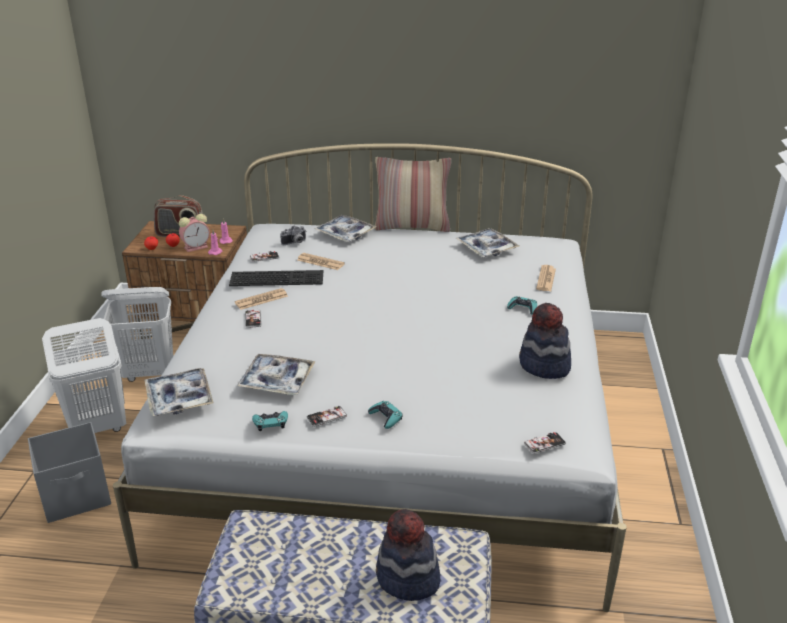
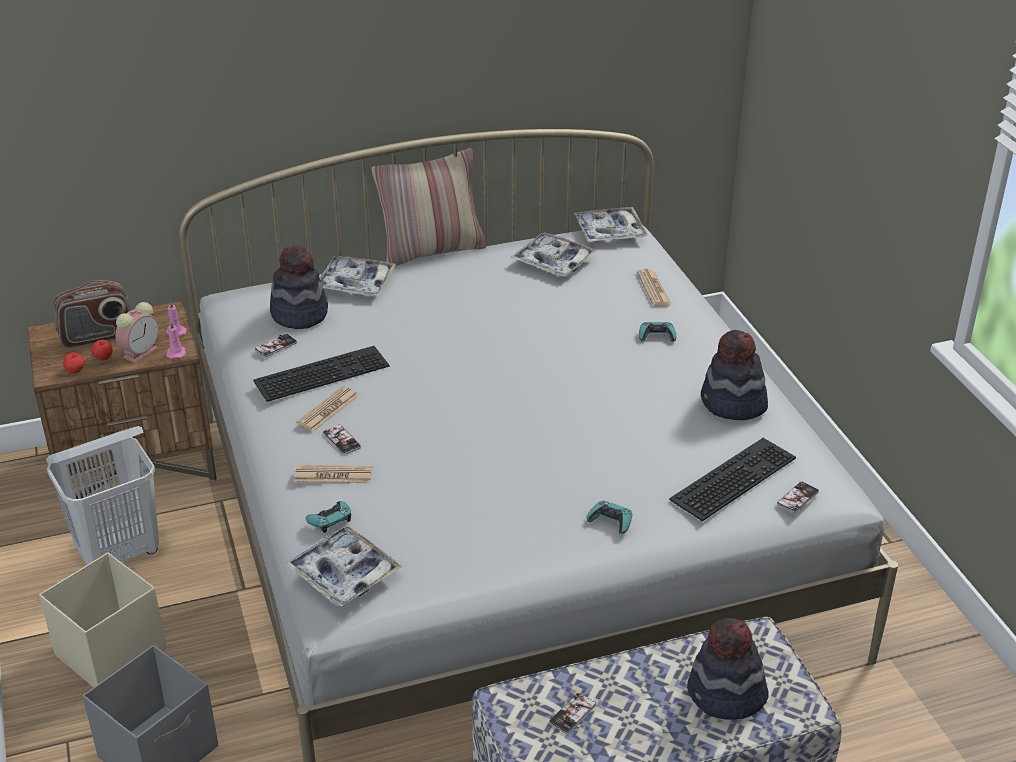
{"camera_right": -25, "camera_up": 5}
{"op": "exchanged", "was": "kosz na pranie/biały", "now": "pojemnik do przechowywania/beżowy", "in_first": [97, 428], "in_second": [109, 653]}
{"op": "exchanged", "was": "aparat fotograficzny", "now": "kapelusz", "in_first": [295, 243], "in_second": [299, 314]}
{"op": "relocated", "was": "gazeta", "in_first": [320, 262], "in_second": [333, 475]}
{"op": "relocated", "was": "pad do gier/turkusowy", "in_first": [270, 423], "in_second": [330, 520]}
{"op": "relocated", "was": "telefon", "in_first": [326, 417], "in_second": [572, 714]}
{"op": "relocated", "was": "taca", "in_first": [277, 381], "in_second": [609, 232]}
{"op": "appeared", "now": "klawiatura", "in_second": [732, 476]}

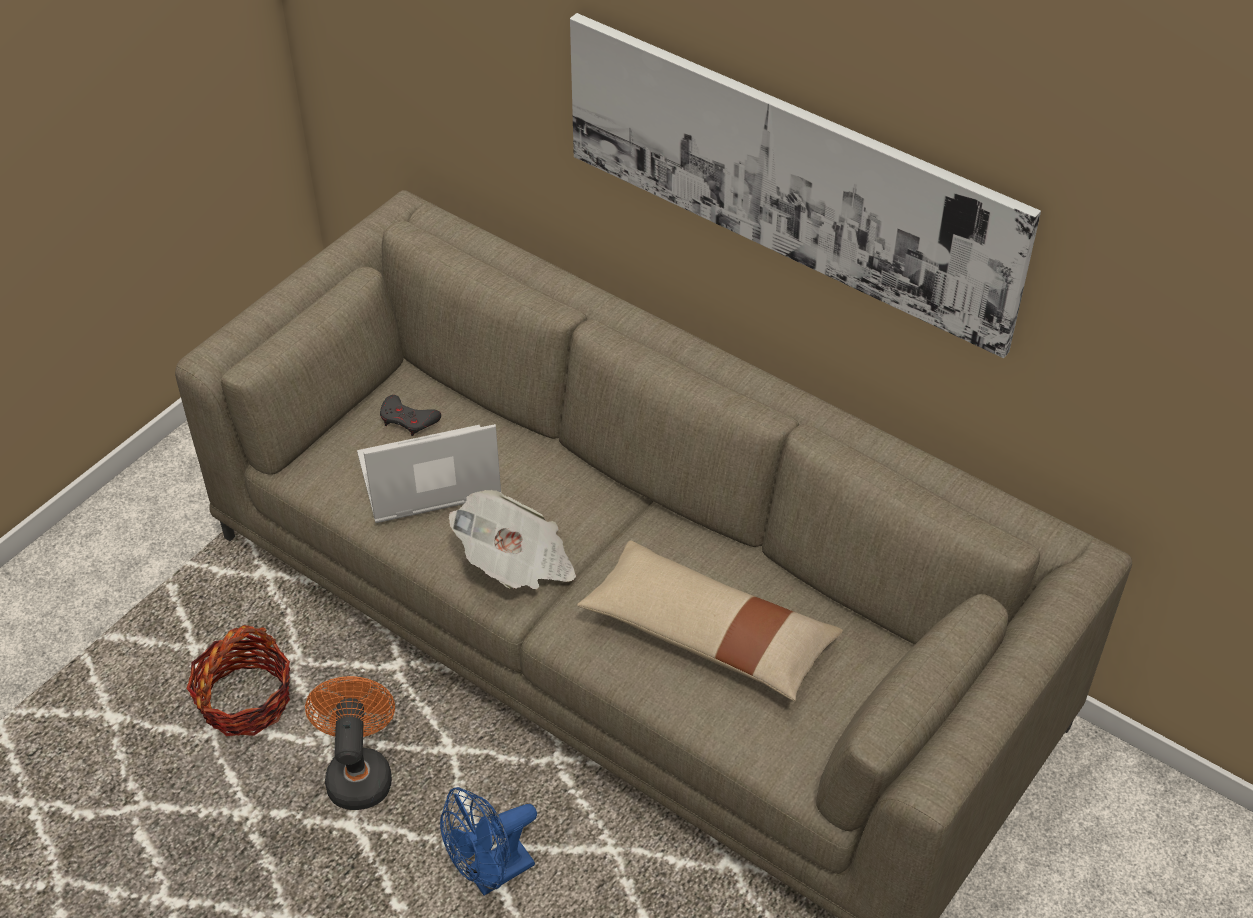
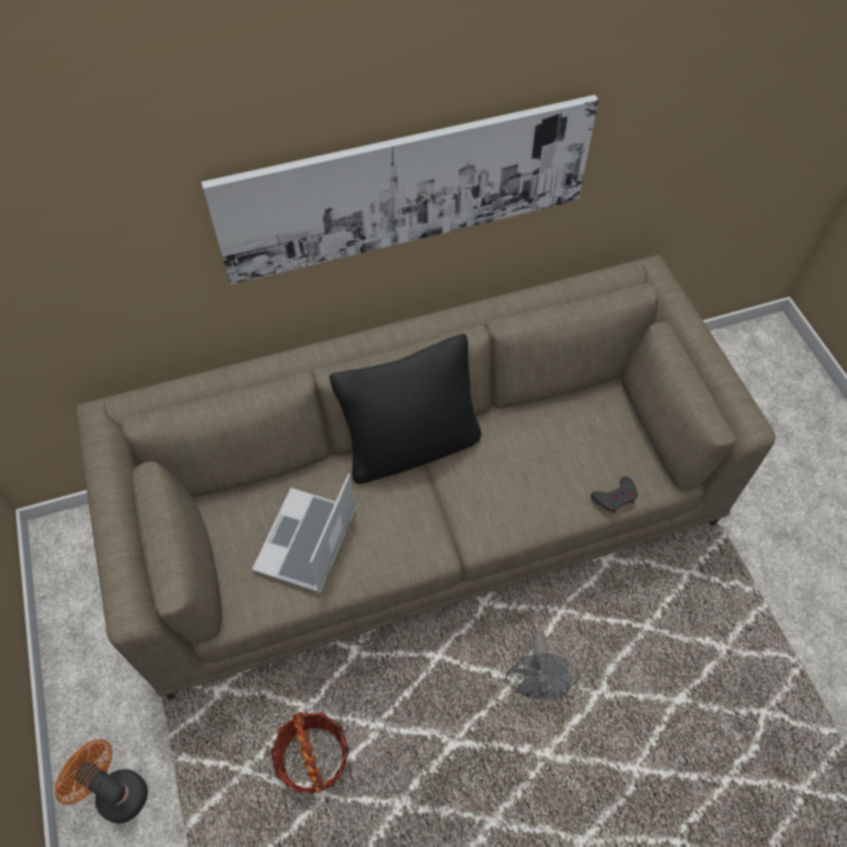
{"camera_right": -55, "camera_up": 10}
{"op": "relocated", "was": "wentylator/pomarańczowy", "in_first": [359, 772], "in_second": [115, 792]}
{"op": "appeared", "now": "poduszka/czarny", "in_second": [411, 446]}
{"op": "colour", "was": "wentylator/niebieski", "now": "wentylator/szary", "in_first": [491, 875], "in_second": [536, 684]}
{"op": "relocated", "was": "pad do gier/szary", "in_first": [408, 419], "in_second": [615, 497]}
{"op": "missing", "was": "gazeta", "in_first": [516, 563]}
{"op": "missing", "was": "poduszka/beżowy", "in_first": [708, 635]}

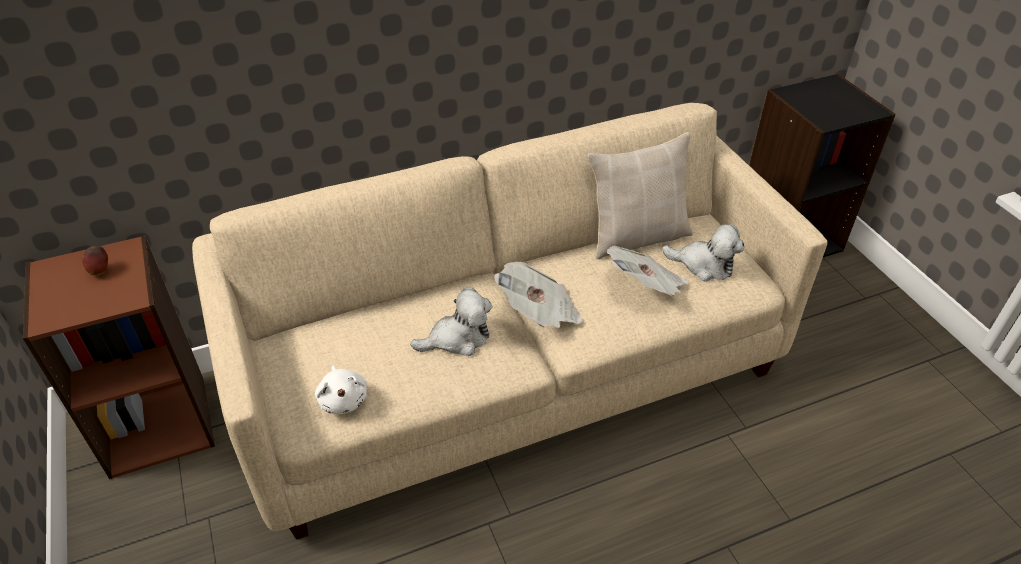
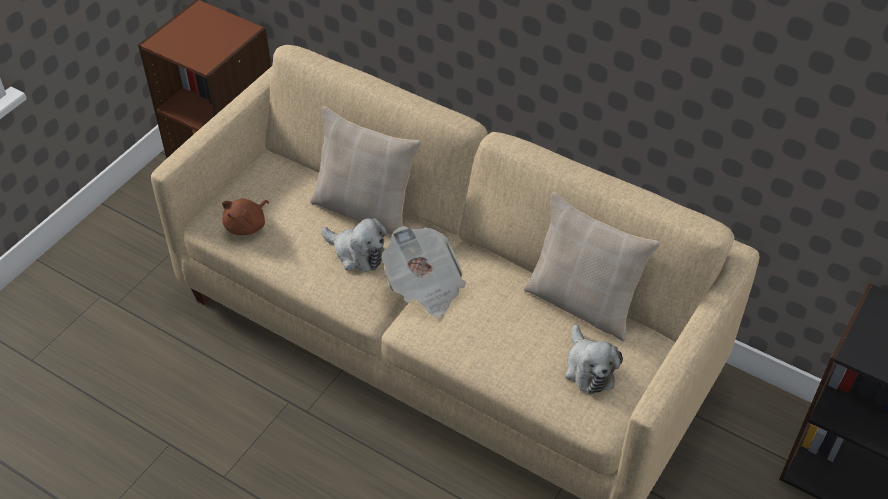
{"camera_right": 55, "camera_up": 5}
{"op": "colour", "was": "pluszak/biały", "now": "pluszak/brązowy", "in_first": [343, 399], "in_second": [247, 225]}
{"op": "appeared", "now": "poduszka/beżowy", "in_second": [365, 209]}
{"op": "missing", "was": "jabłko", "in_first": [101, 271]}
{"op": "missing", "was": "gazeta", "in_first": [646, 287]}

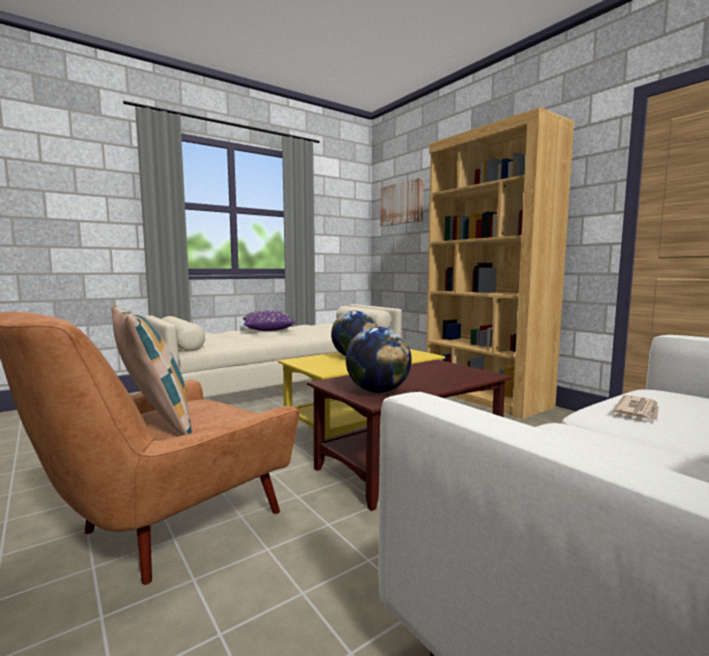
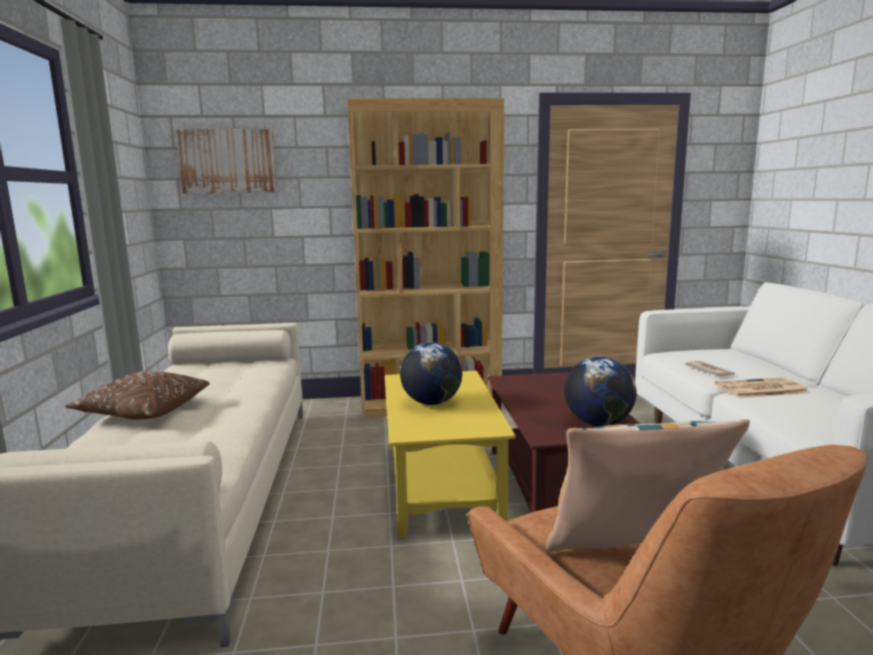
{"camera_right": -60, "camera_up": 5}
{"op": "colour", "was": "poduszka/fioletowy", "now": "poduszka/brązowy", "in_first": [267, 329], "in_second": [143, 412]}
{"op": "appeared", "now": "gazeta", "in_second": [760, 389]}

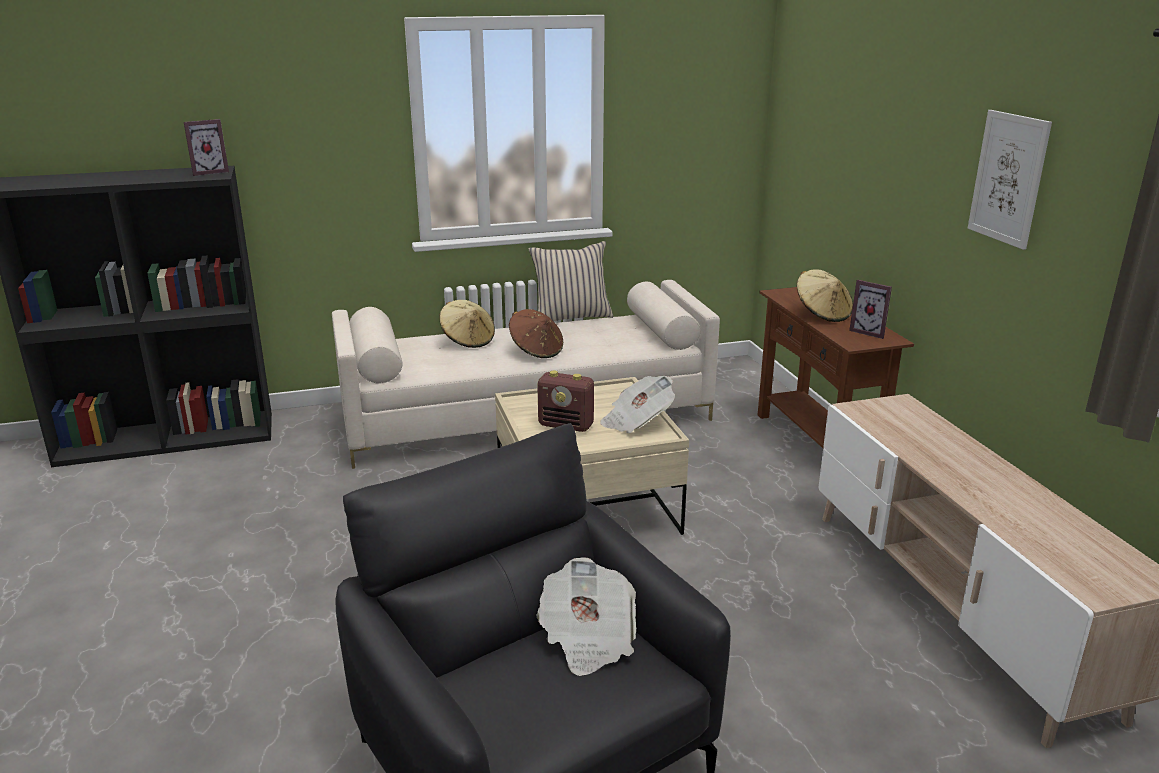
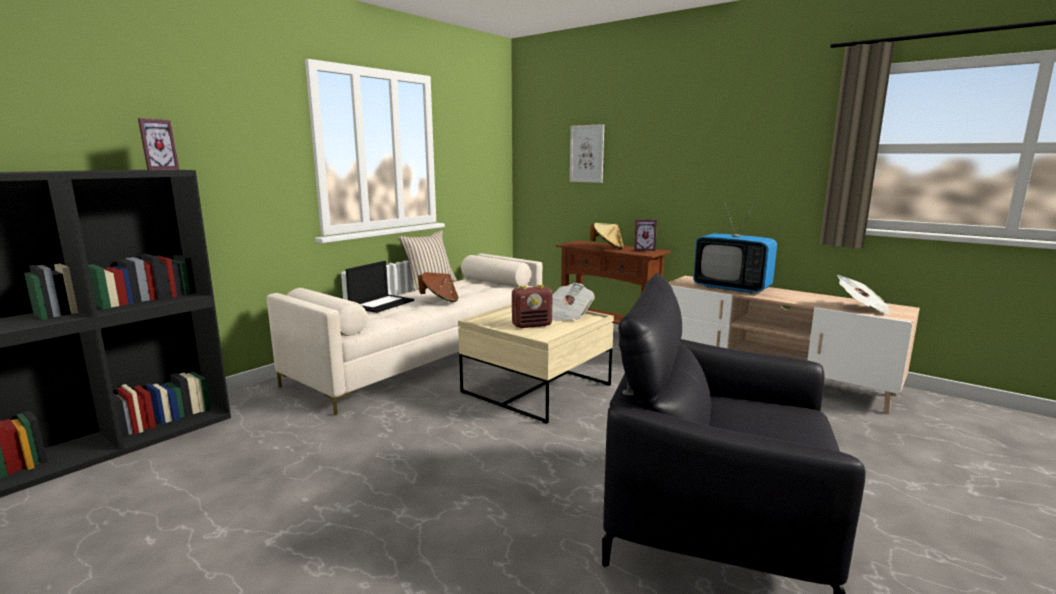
{"camera_right": -35, "camera_up": -10}
{"op": "exchanged", "was": "kapelusz/beżowy", "now": "laptop", "in_first": [468, 340], "in_second": [382, 303]}
{"op": "relocated", "was": "obraz", "in_first": [1008, 178], "in_second": [586, 154]}
{"op": "appeared", "now": "telewizor", "in_second": [732, 288]}
{"op": "relocated", "was": "gazeta", "in_first": [587, 639], "in_second": [862, 308]}

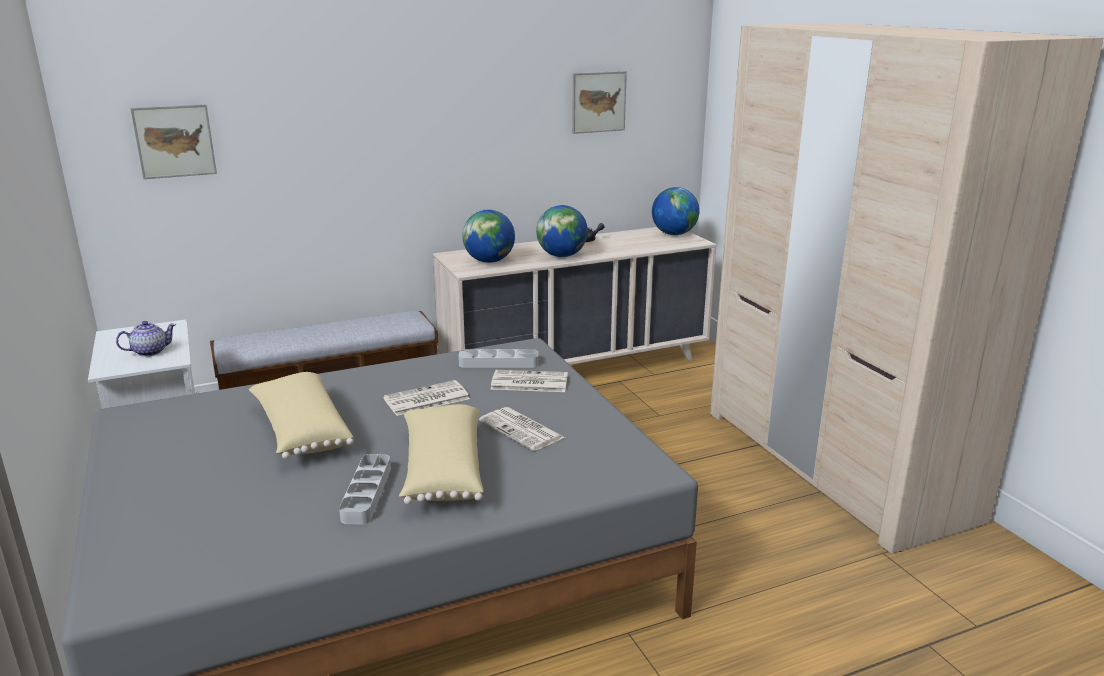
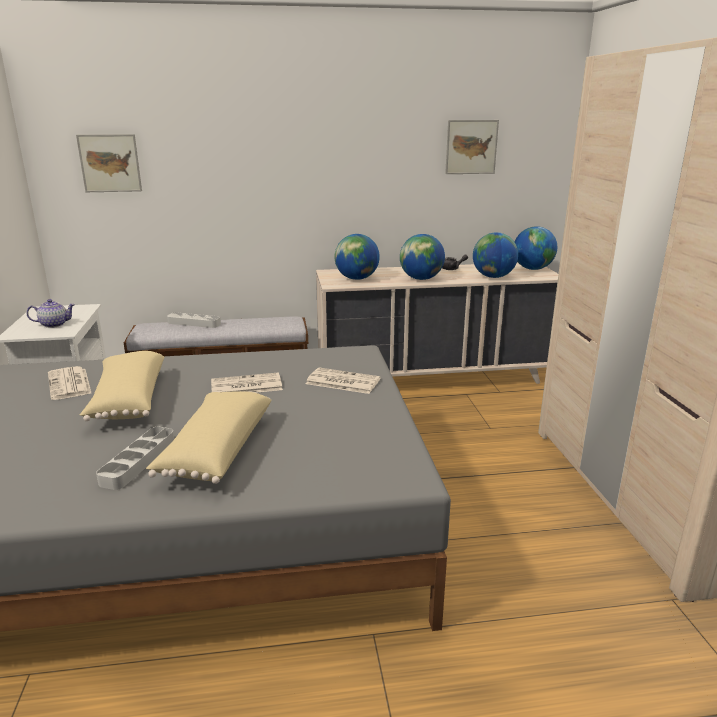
{"camera_right": 15, "camera_up": 0}
{"op": "relocated", "was": "gazeta", "in_first": [522, 430], "in_second": [70, 384]}
{"op": "relocated", "was": "taca/szary", "in_first": [498, 363], "in_second": [194, 323]}
{"op": "appeared", "now": "globus", "in_second": [493, 277]}

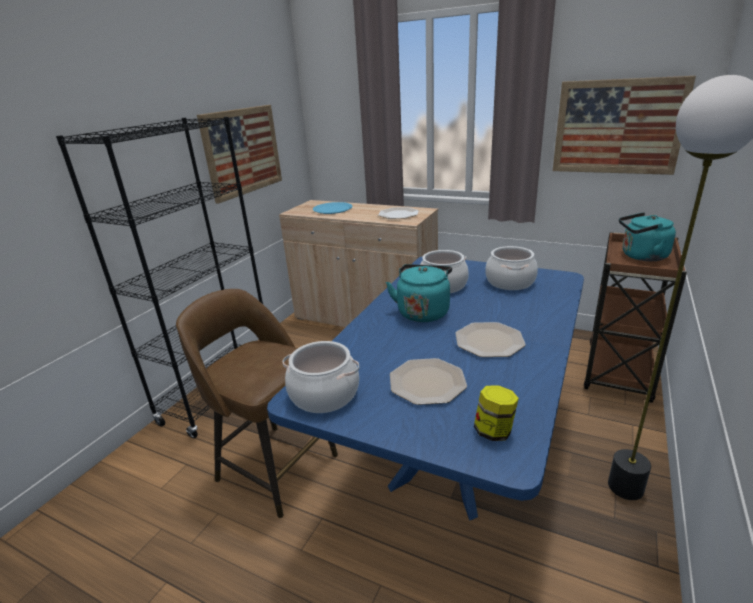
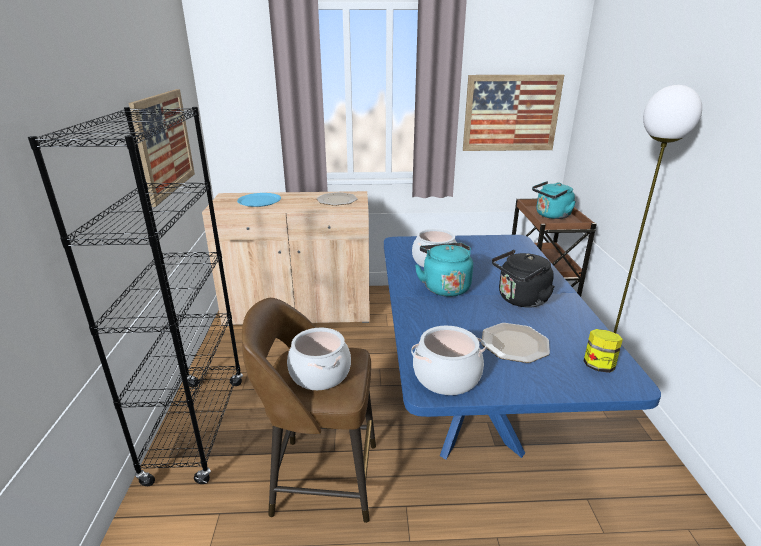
{"camera_right": -30, "camera_up": 0}
{"op": "relocated", "was": "garnek", "in_first": [510, 282], "in_second": [320, 374]}
{"op": "exchanged", "was": "talerz", "now": "czajnik/czarny", "in_first": [488, 340], "in_second": [520, 300]}

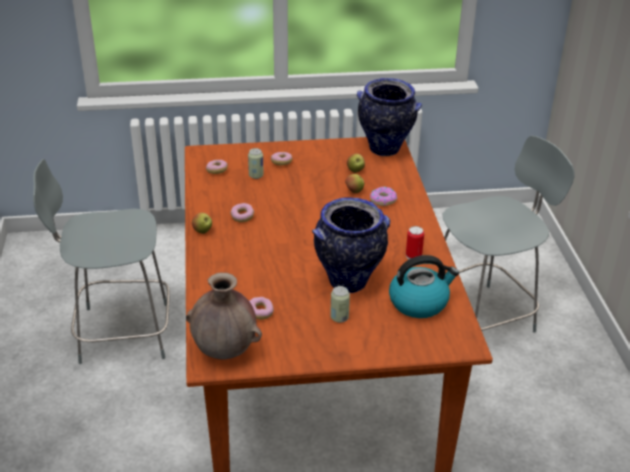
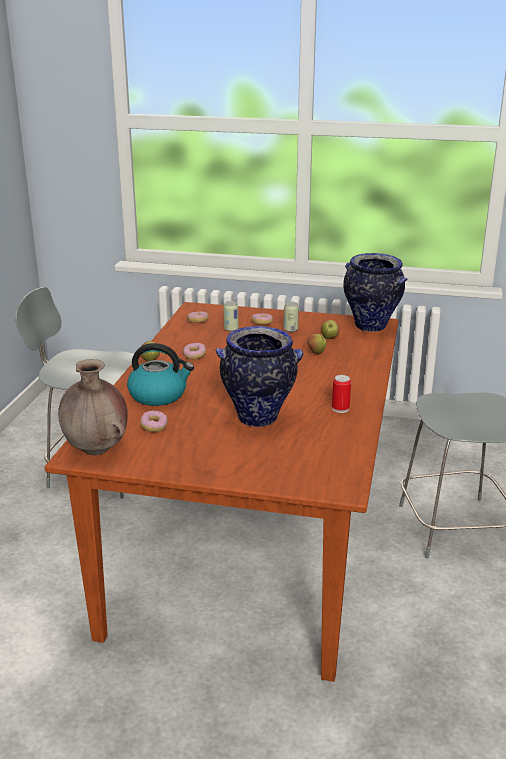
{"camera_right": 20, "camera_up": -10}
{"op": "relocated", "was": "czajnik", "in_first": [419, 302], "in_second": [159, 395]}
{"op": "relocated", "was": "puszka", "in_first": [339, 318], "in_second": [290, 330]}
{"op": "missing", "was": "donut", "in_first": [383, 200]}

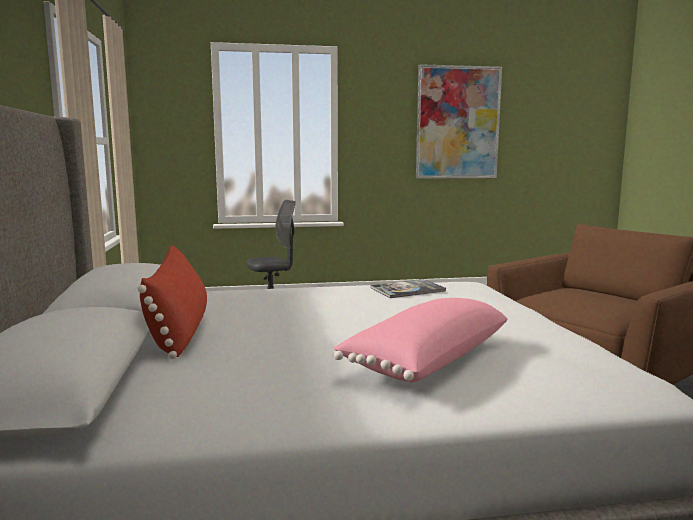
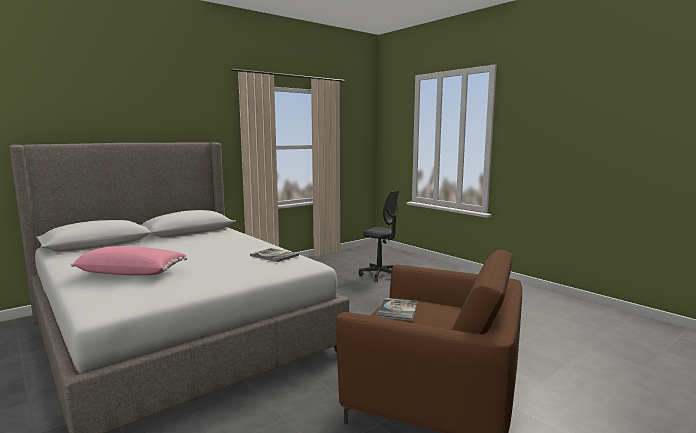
{"camera_right": 60, "camera_up": 0}
{"op": "appeared", "now": "książka", "in_second": [397, 310]}
{"op": "missing", "was": "poduszka/czerwony", "in_first": [179, 330]}
{"op": "missing", "was": "obraz", "in_first": [458, 123]}

